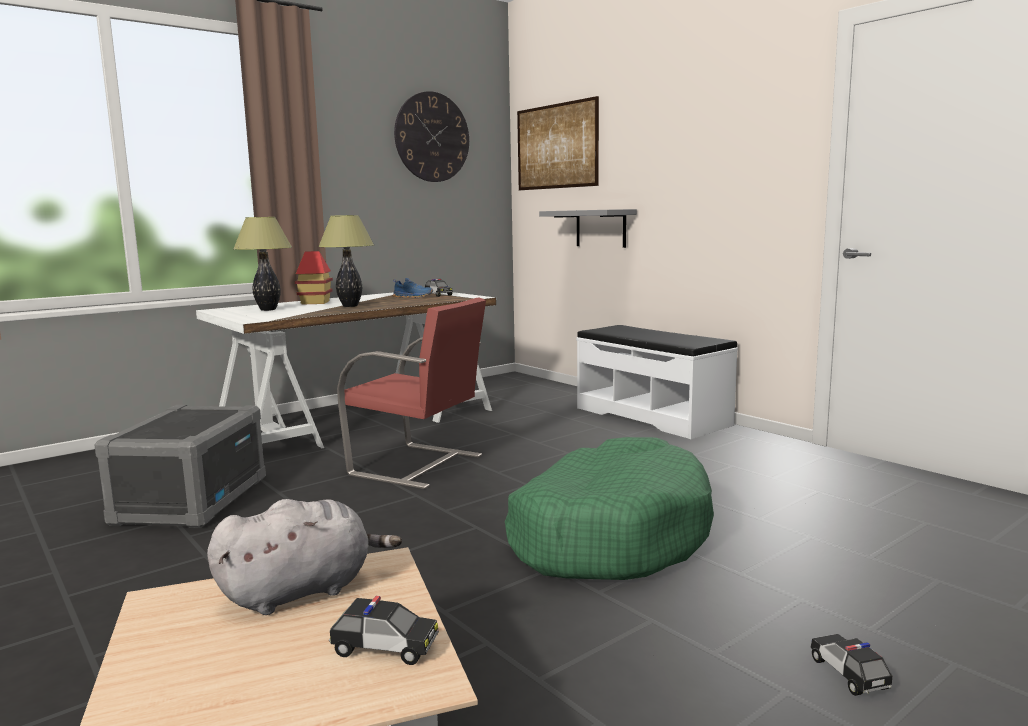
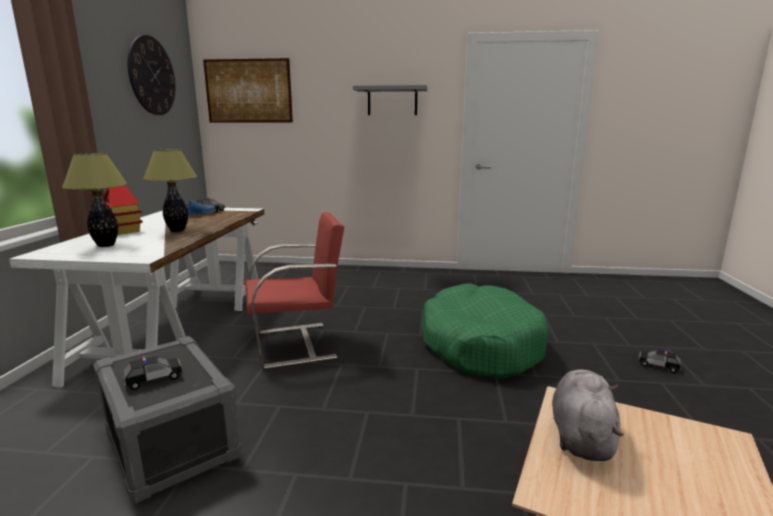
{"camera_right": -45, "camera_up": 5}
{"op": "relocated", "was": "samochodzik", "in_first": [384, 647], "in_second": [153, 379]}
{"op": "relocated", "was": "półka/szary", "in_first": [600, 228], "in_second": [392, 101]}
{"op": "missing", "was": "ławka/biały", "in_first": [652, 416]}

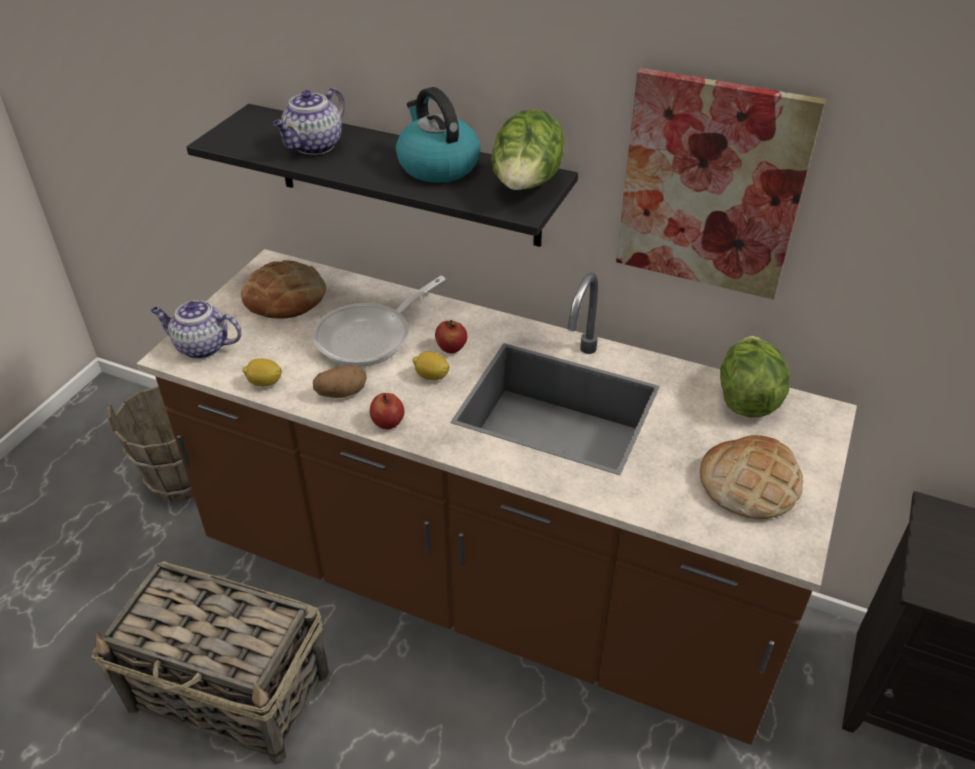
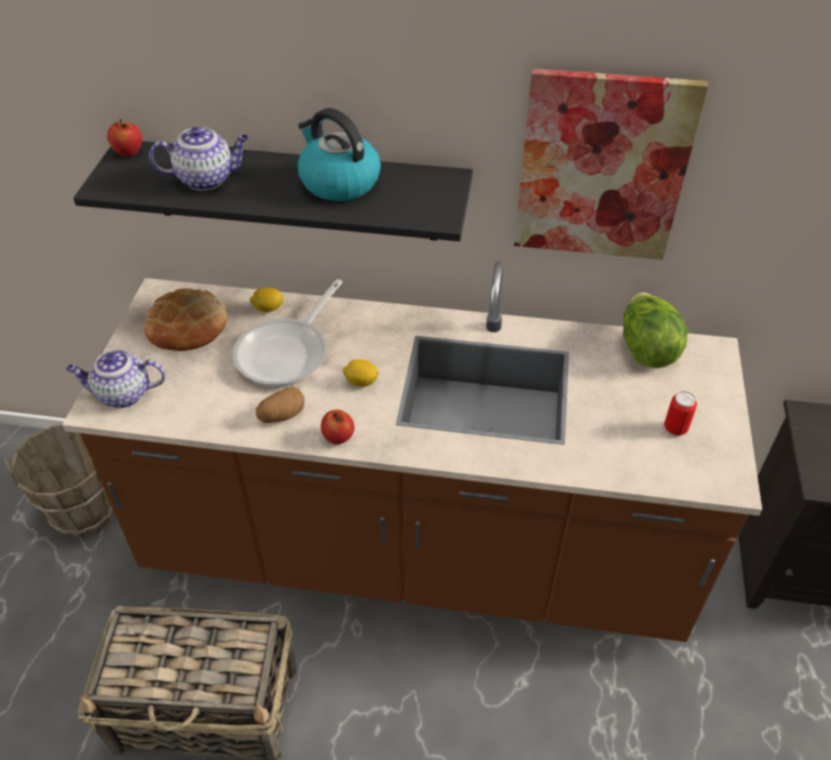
{"camera_right": -15, "camera_up": 5}
{"op": "relocated", "was": "jabłko", "in_first": [451, 349], "in_second": [129, 152]}
{"op": "spun", "was": "imbryk", "in_first": [314, 146], "in_second": [207, 179], "clockwise": -120}
{"op": "relocated", "was": "cytryna", "in_first": [264, 383], "in_second": [268, 309]}
{"op": "exchanged", "was": "chleb", "now": "puszka", "in_first": [749, 483], "in_second": [675, 429]}
{"op": "missing", "was": "sałata", "in_first": [526, 187]}

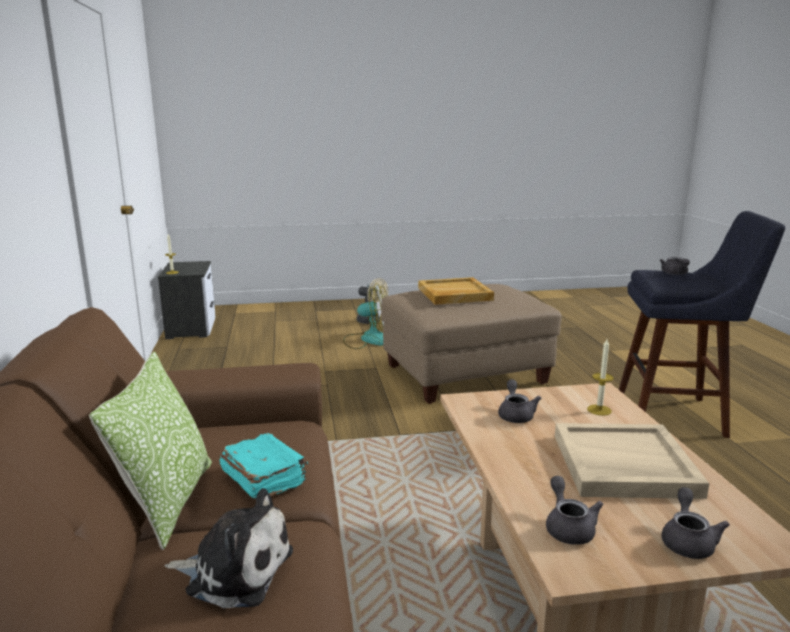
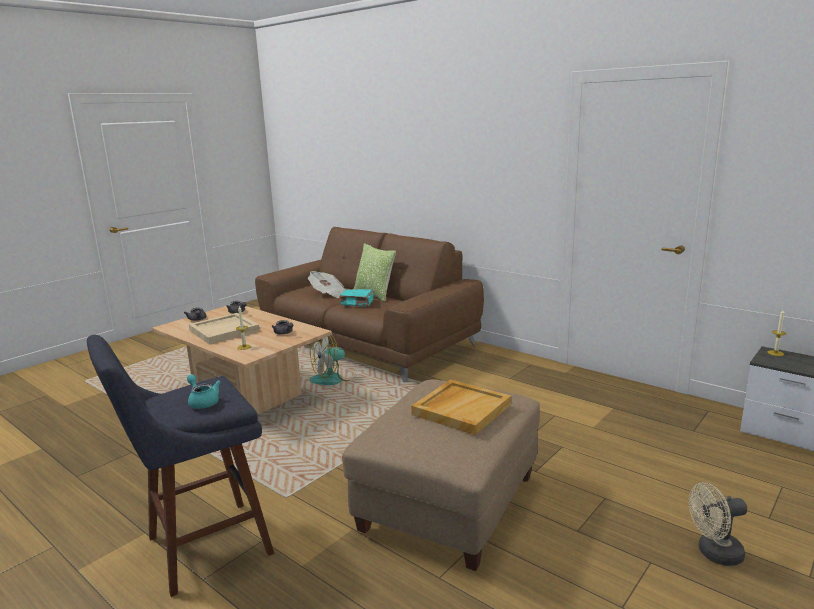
{"camera_right": 140, "camera_up": 0}
{"op": "colour", "was": "imbryk/szary", "now": "imbryk/turkusowy", "in_first": [675, 274], "in_second": [203, 401]}
{"op": "exchanged", "was": "pluszak", "now": "gazeta", "in_first": [235, 570], "in_second": [328, 294]}
{"op": "relocated", "was": "wentylator", "in_first": [368, 339], "in_second": [333, 379]}

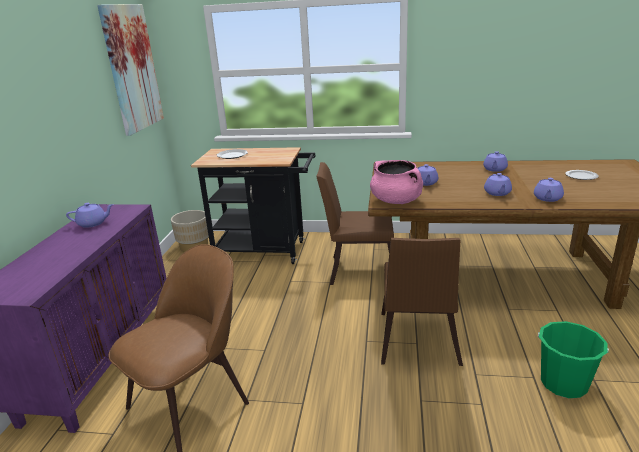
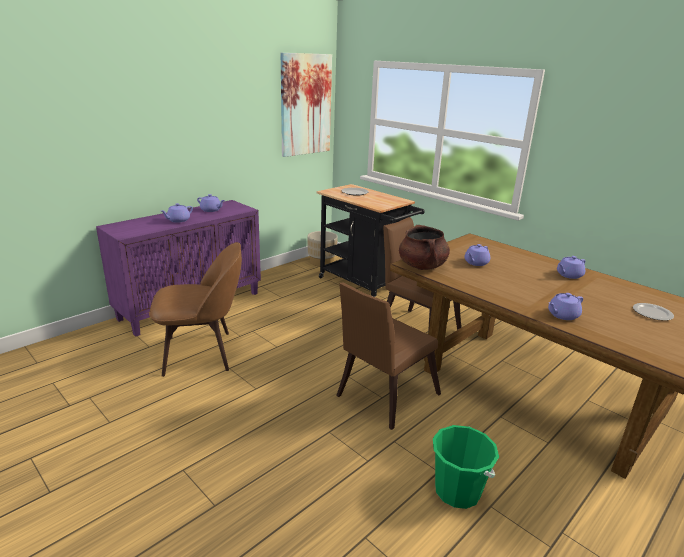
{"camera_right": 35, "camera_up": 0}
{"op": "relocated", "was": "imbryk/fioletowy", "in_first": [497, 193], "in_second": [178, 220]}
{"op": "colour", "was": "garnek/różowy", "now": "garnek/brązowy", "in_first": [396, 201], "in_second": [422, 266]}

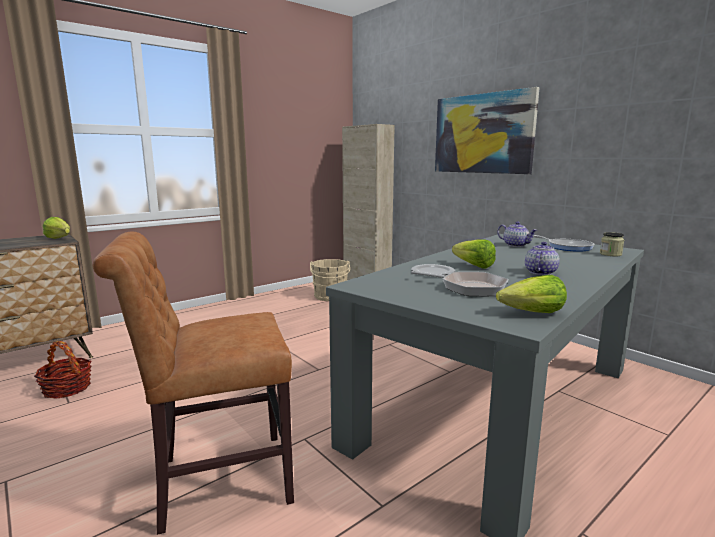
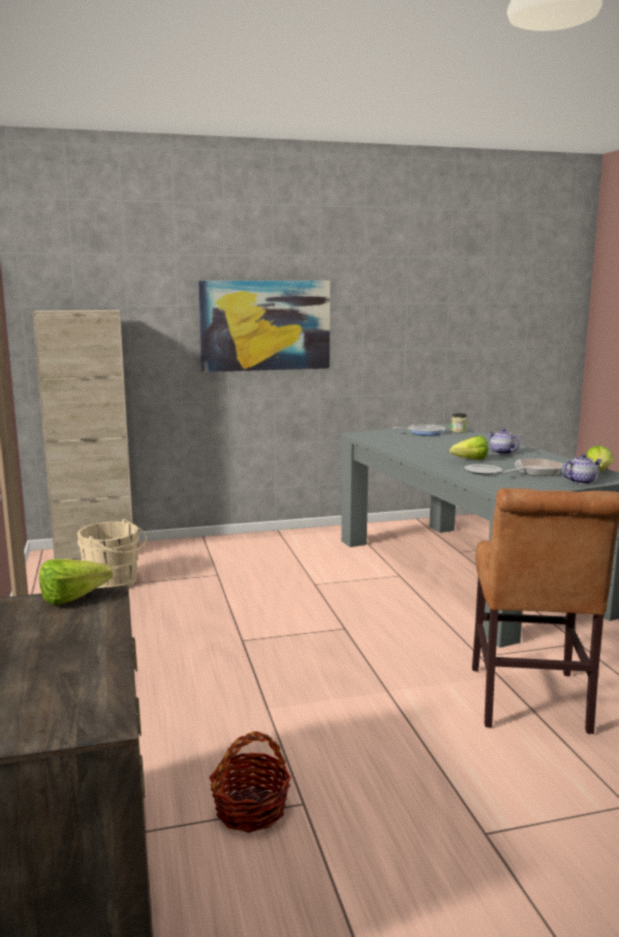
{"camera_right": -65, "camera_up": 0}
{"op": "relocated", "was": "imbryk", "in_first": [516, 245], "in_second": [580, 481]}

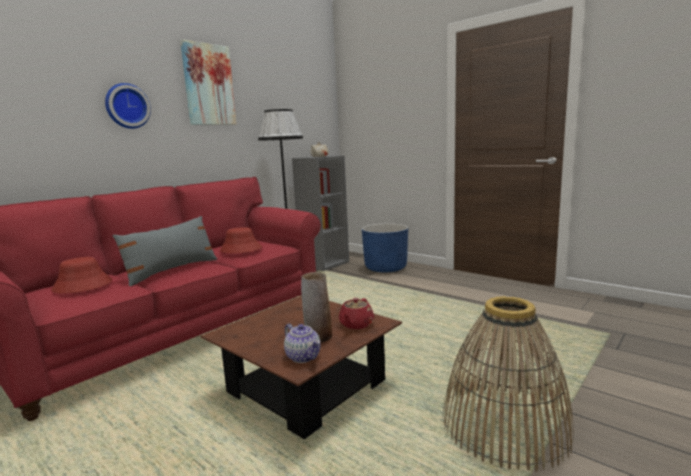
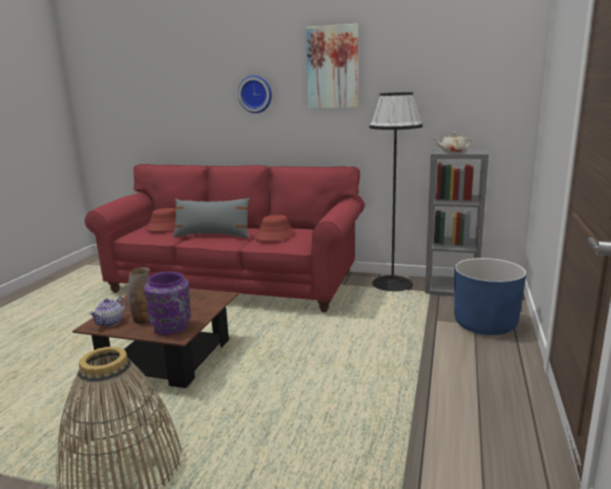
{"camera_right": 65, "camera_up": 5}
{"op": "exchanged", "was": "imbryk/czerwony", "now": "wazon/fioletowy", "in_first": [356, 324], "in_second": [171, 327]}

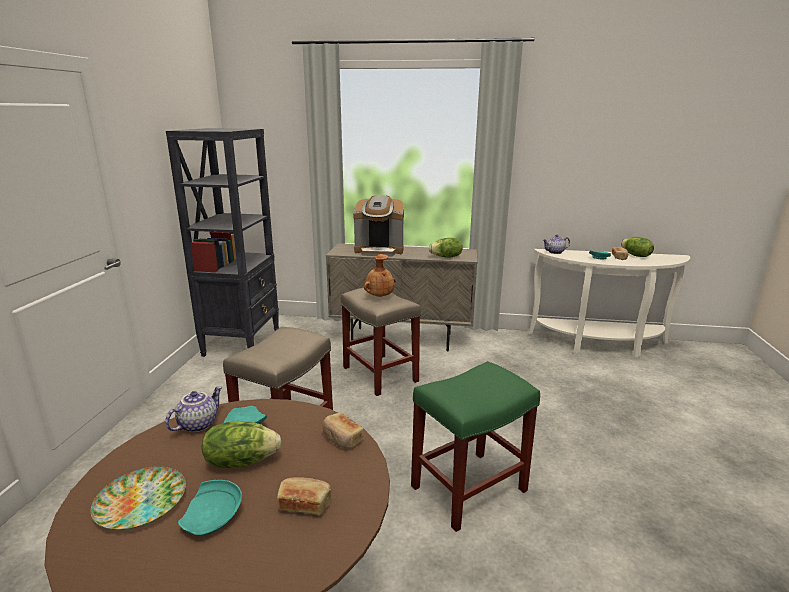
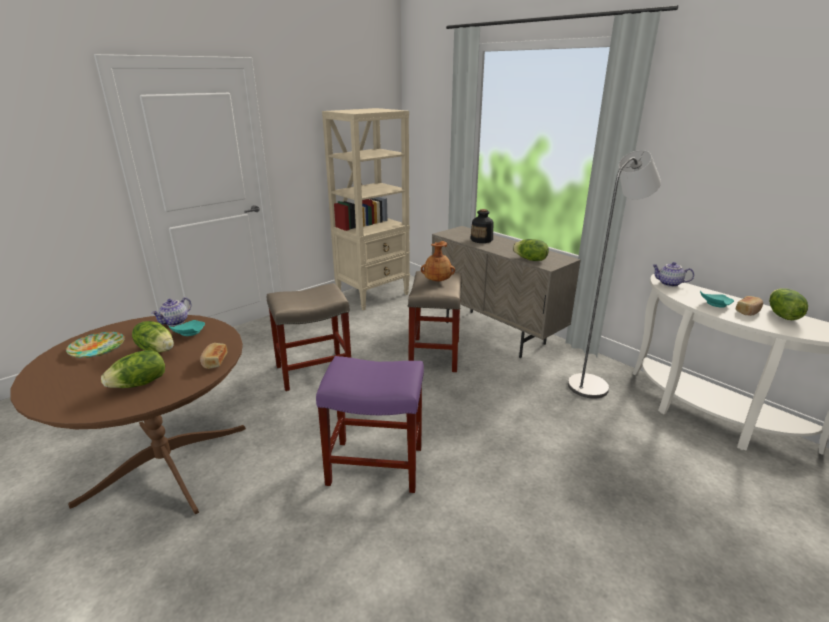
{"camera_right": 40, "camera_up": 5}
{"op": "exchanged", "was": "chleb", "now": "sałata", "in_first": [305, 504], "in_second": [140, 384]}
{"op": "spun", "was": "imbryk", "in_first": [198, 424], "in_second": [175, 322], "clockwise": 135}
{"op": "colour", "was": "stołek/zielony", "now": "stołek/fioletowy", "in_first": [469, 487], "in_second": [377, 465]}
{"op": "colour", "was": "regał/czarny", "now": "regał/beżowy", "in_first": [242, 342], "in_second": [373, 295]}
{"op": "exchanged", "was": "ekspres do kawy", "now": "butelka", "in_first": [379, 251], "in_second": [481, 240]}
{"op": "appeared", "now": "lampa stojąca/szary", "in_second": [593, 384]}
{"op": "missing", "was": "talerz/turkusowy", "in_first": [213, 518]}

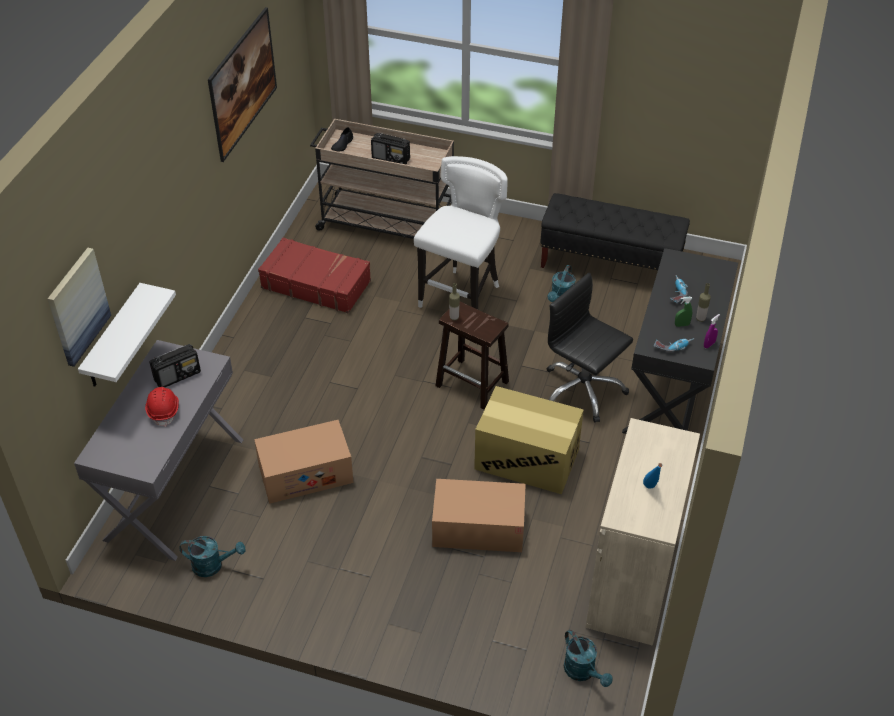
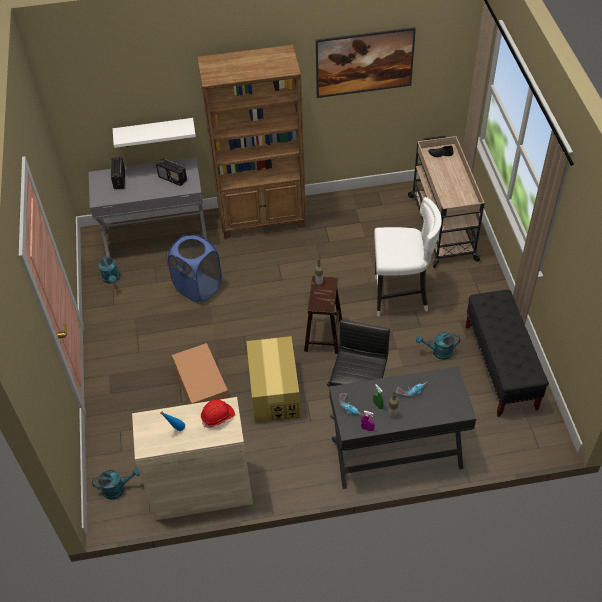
{"camera_right": 65, "camera_up": 5}
{"op": "spun", "was": "konewka/turkusowy", "in_first": [583, 672], "in_second": [118, 488], "clockwise": -135}
{"op": "relocated", "was": "radio", "in_first": [391, 159], "in_second": [119, 180]}
{"op": "exchanged", "was": "karton", "now": "kosz na pranie/niebieski", "in_first": [305, 474], "in_second": [198, 287]}
{"op": "appeared", "now": "regał/brązowy", "in_second": [262, 219]}
{"op": "relocated", "was": "kask/czerwony", "in_first": [164, 410], "in_second": [218, 417]}
{"op": "missing", "was": "obraz", "in_first": [77, 306]}
{"op": "missing", "was": "walizka/czerwony", "in_first": [316, 284]}

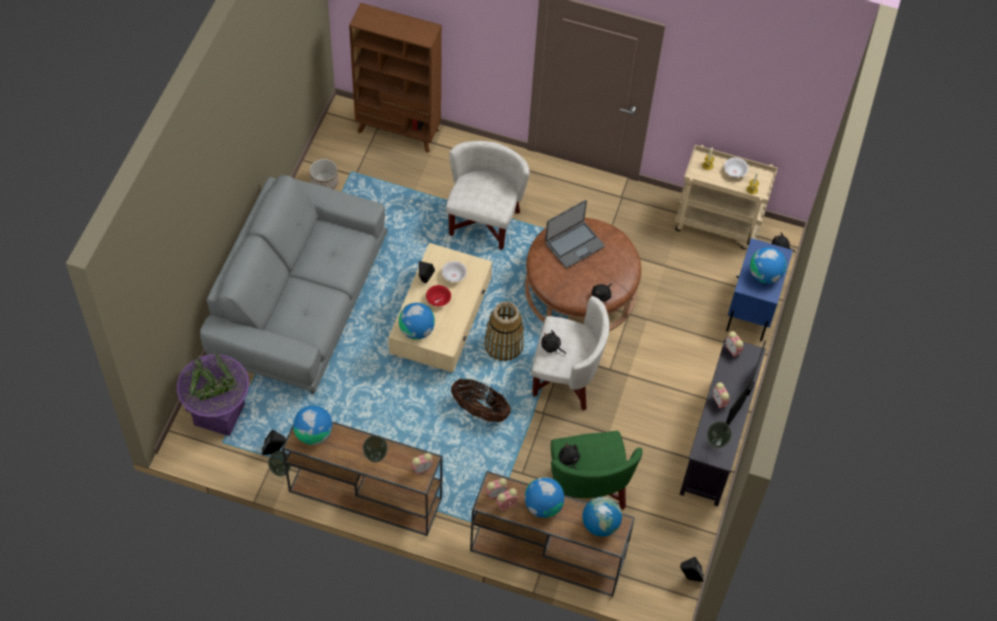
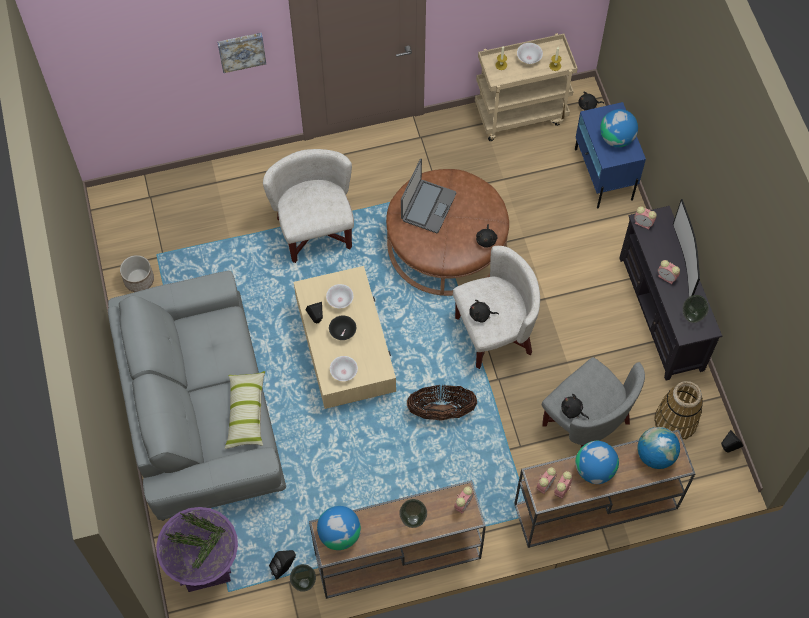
{"camera_right": -30, "camera_up": 5}
{"op": "appeared", "now": "obraz", "in_second": [241, 50]}
{"op": "appeared", "now": "poduszka", "in_second": [246, 413]}
{"op": "colour", "was": "miska/czerwony", "now": "miska/czarny", "in_first": [438, 300], "in_second": [342, 332]}
{"op": "exchanged", "was": "globus", "now": "miska/biały", "in_first": [416, 330], "in_second": [344, 372]}
{"op": "colour", "was": "fotel/zielony", "now": "fotel/szary", "in_first": [586, 489], "in_second": [585, 425]}
{"op": "relocated", "was": "koszyk", "in_first": [503, 344], "in_second": [675, 421]}
{"op": "missing", "was": "regał/brązowy", "in_first": [398, 131]}

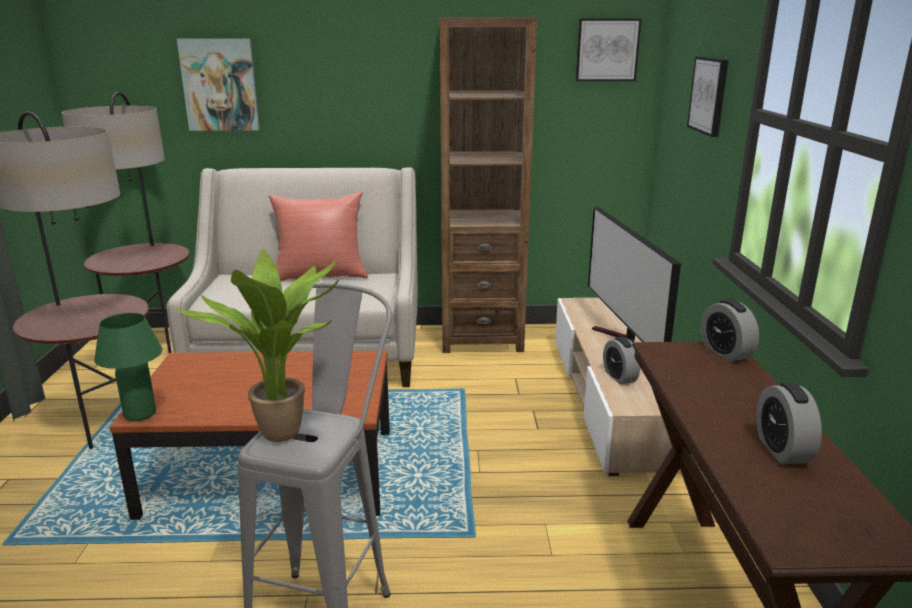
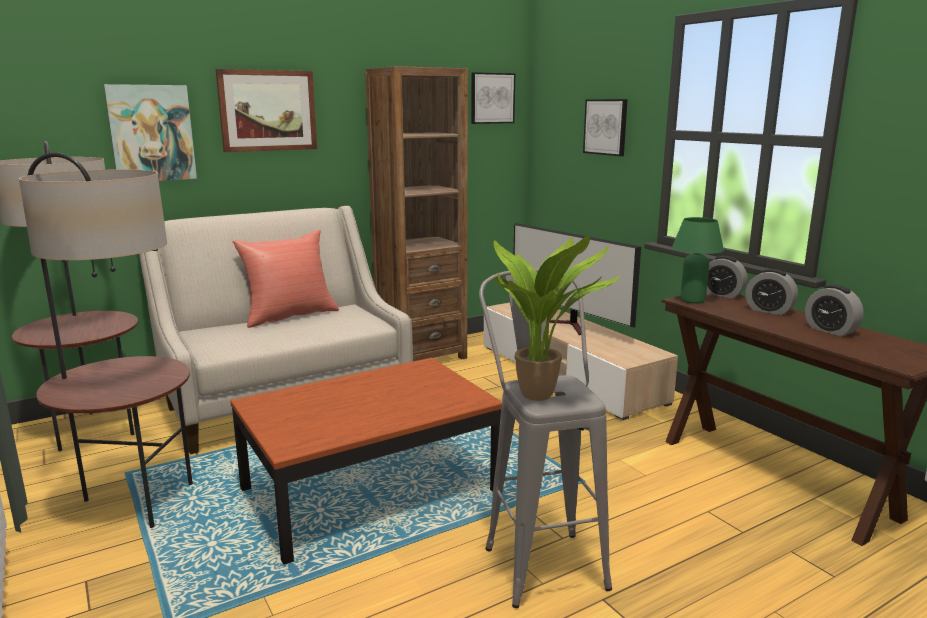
{"camera_right": -30, "camera_up": -5}
{"op": "appeared", "now": "obraz", "in_second": [267, 110]}
{"op": "relocated", "was": "lampa stołowa/zielony", "in_first": [140, 414], "in_second": [692, 300]}
{"op": "relocated", "was": "budzik", "in_first": [619, 377], "in_second": [769, 310]}

